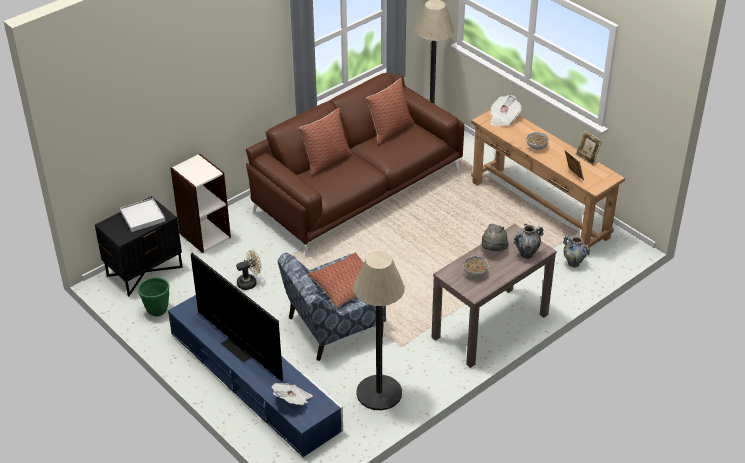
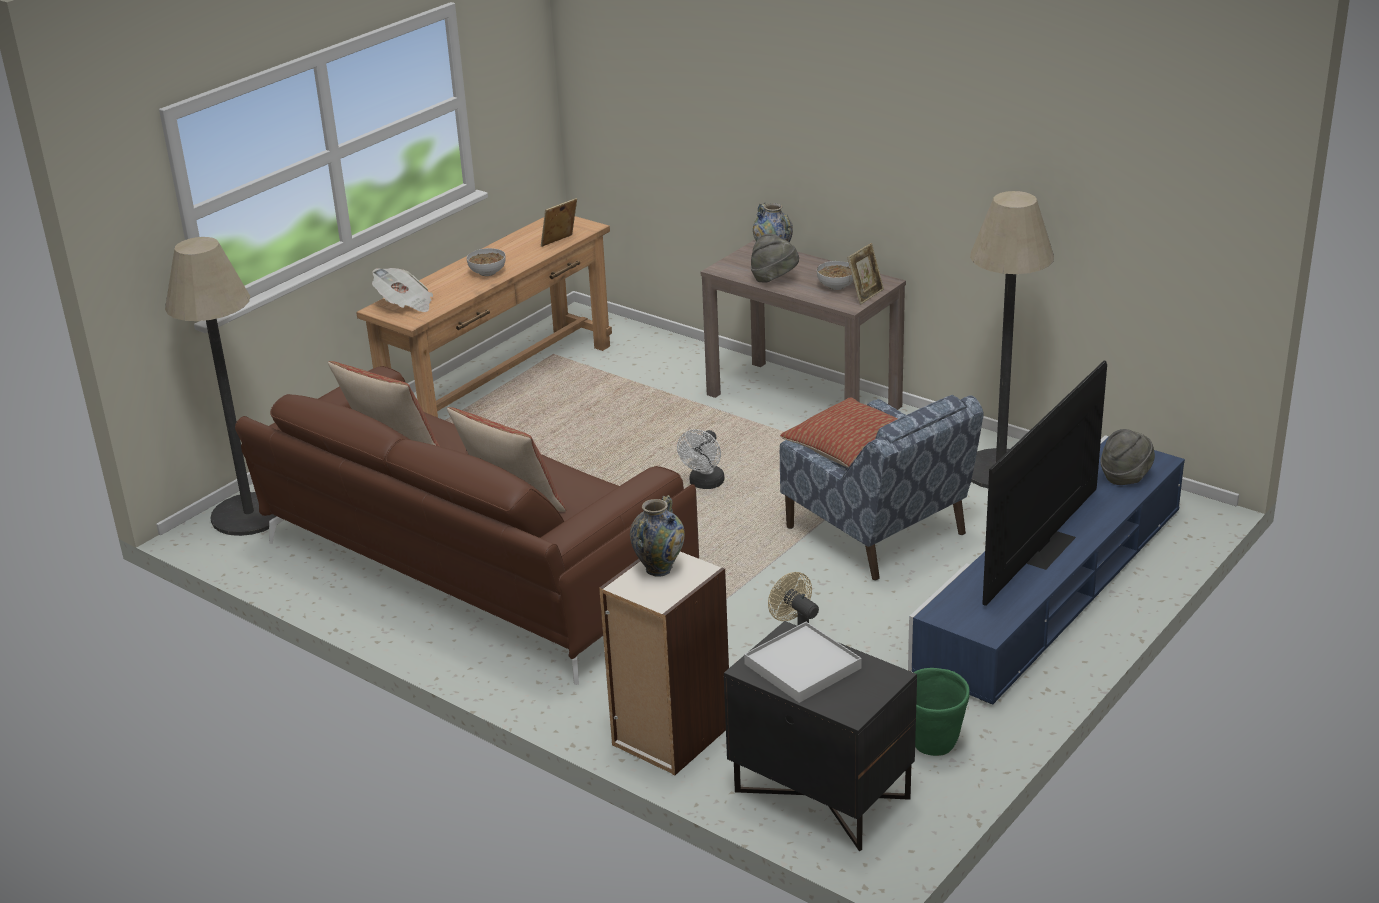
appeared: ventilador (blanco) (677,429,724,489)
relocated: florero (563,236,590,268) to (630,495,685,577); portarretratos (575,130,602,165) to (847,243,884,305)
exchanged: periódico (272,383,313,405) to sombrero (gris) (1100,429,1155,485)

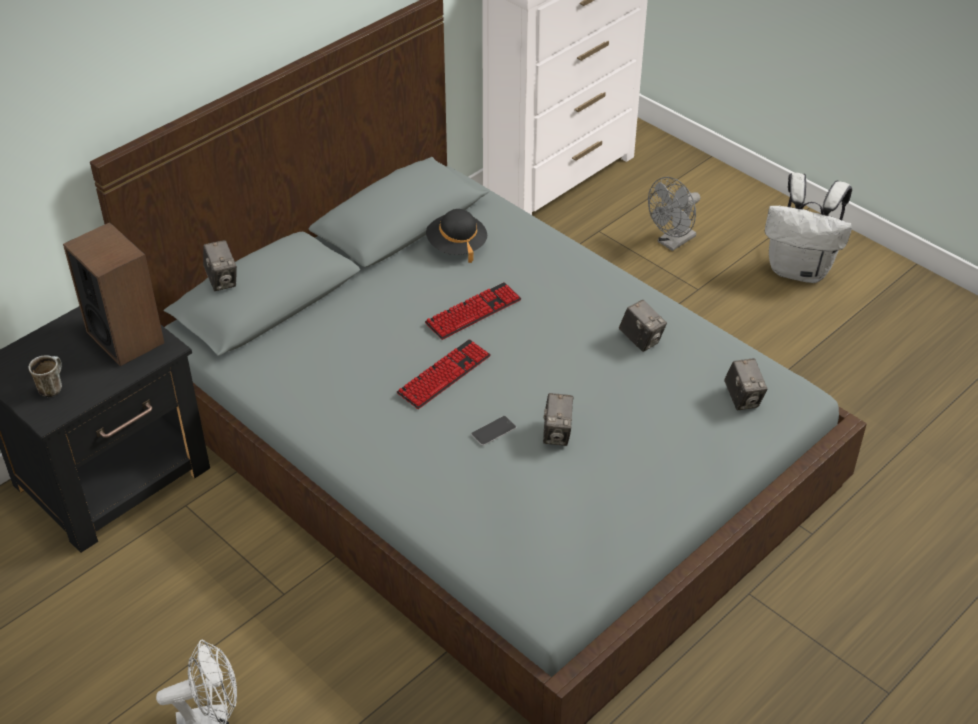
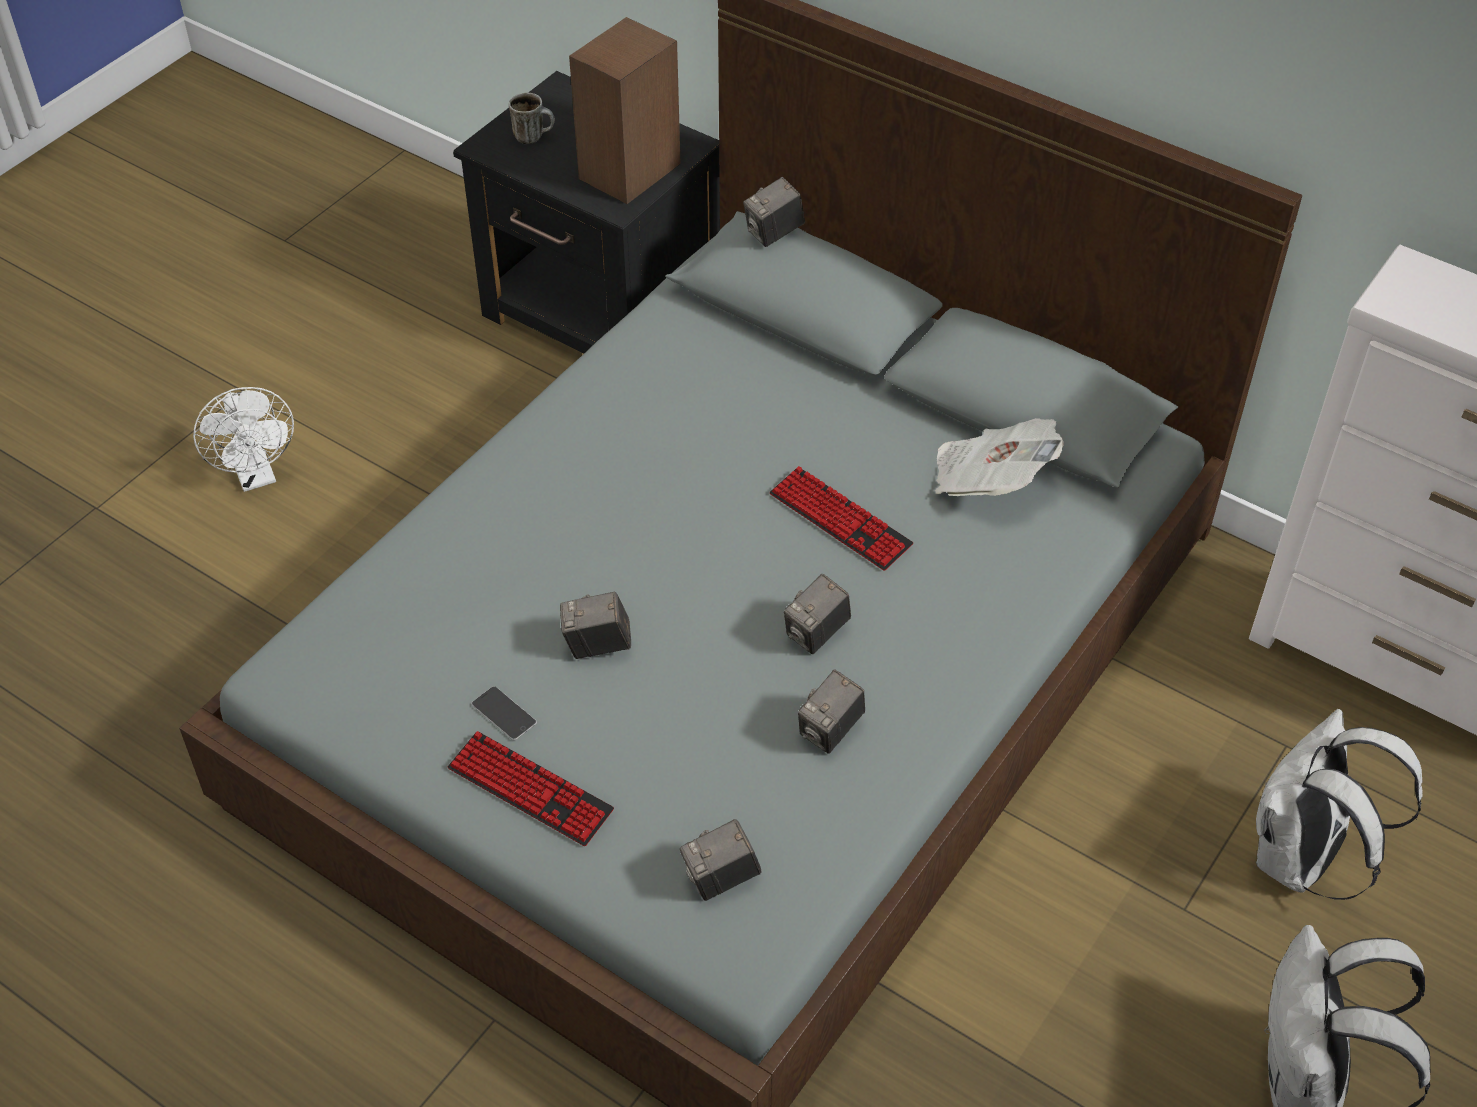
appeared: cámara (784,574,851,654)
relocated: teclado (397,339,491,409) to (448,731,614,846); móvil (471,416,517,446) to (471,686,537,740)
exchanged: sombrero (negro) (426,209,487,263) to periódico (935,418,1064,496); ventilador (gris) (648,177,700,251) to mochila (blanco) (1256,709,1423,900)

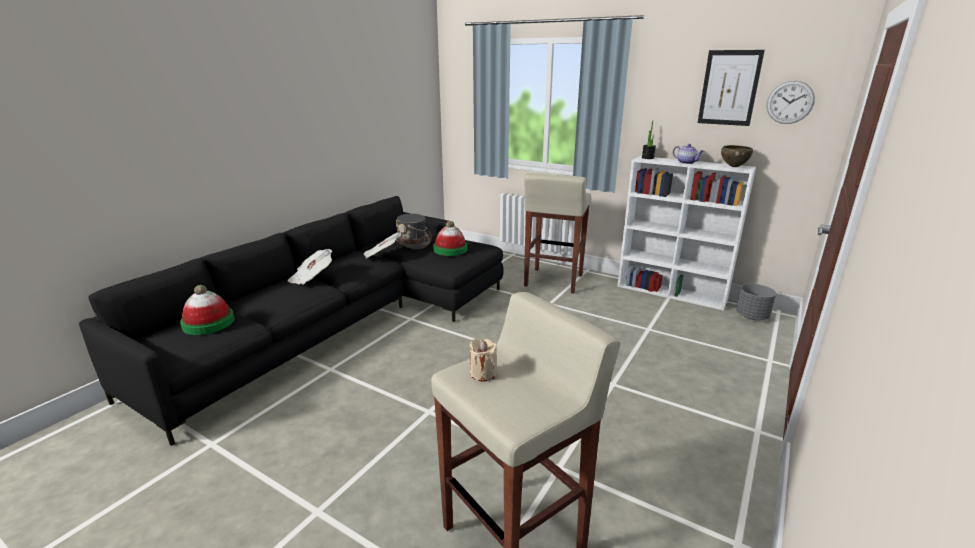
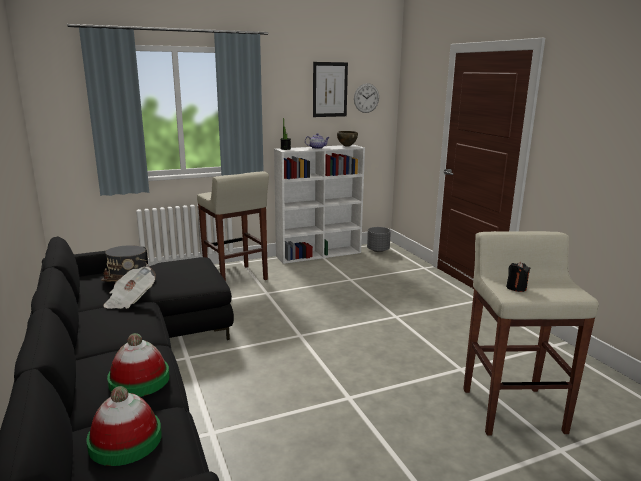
missing: periódico (288,249,332,285)
relocated: sombrero (433,221,467,256) to (107,333,170,397)
colour: vela (beis) (470,338,497,382) to vela (negro) (506,262,530,292)

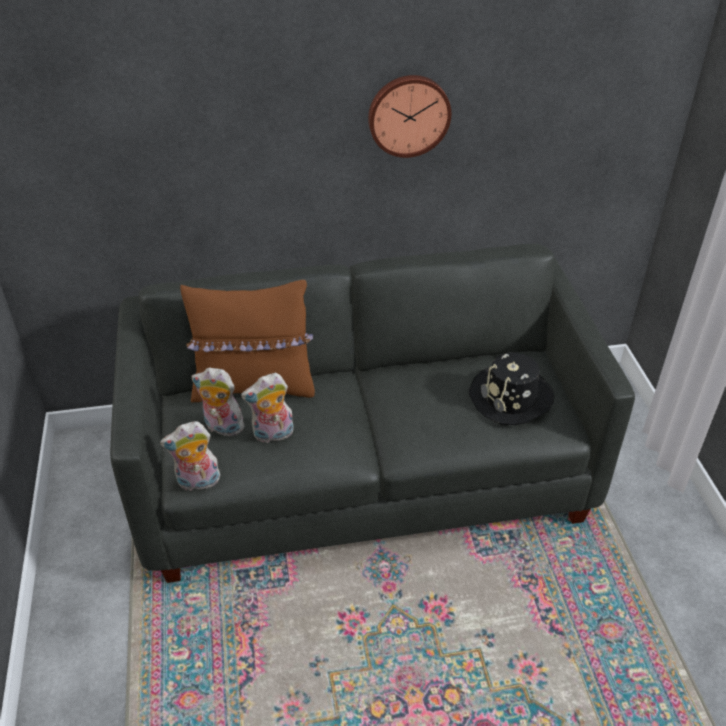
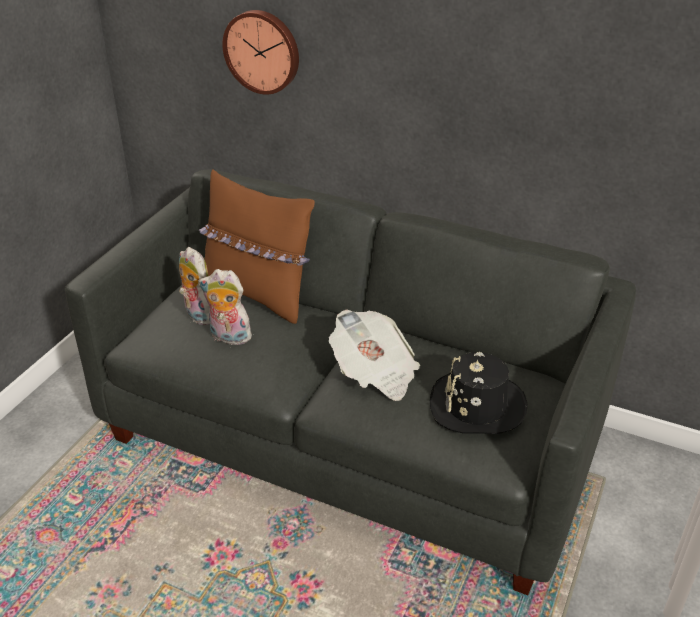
missing: peluche (160,421,221,491)
appeared: periódico (329,310,420,401)
relocated: reloj de pared (368,75,451,158) to (222,10,299,95)

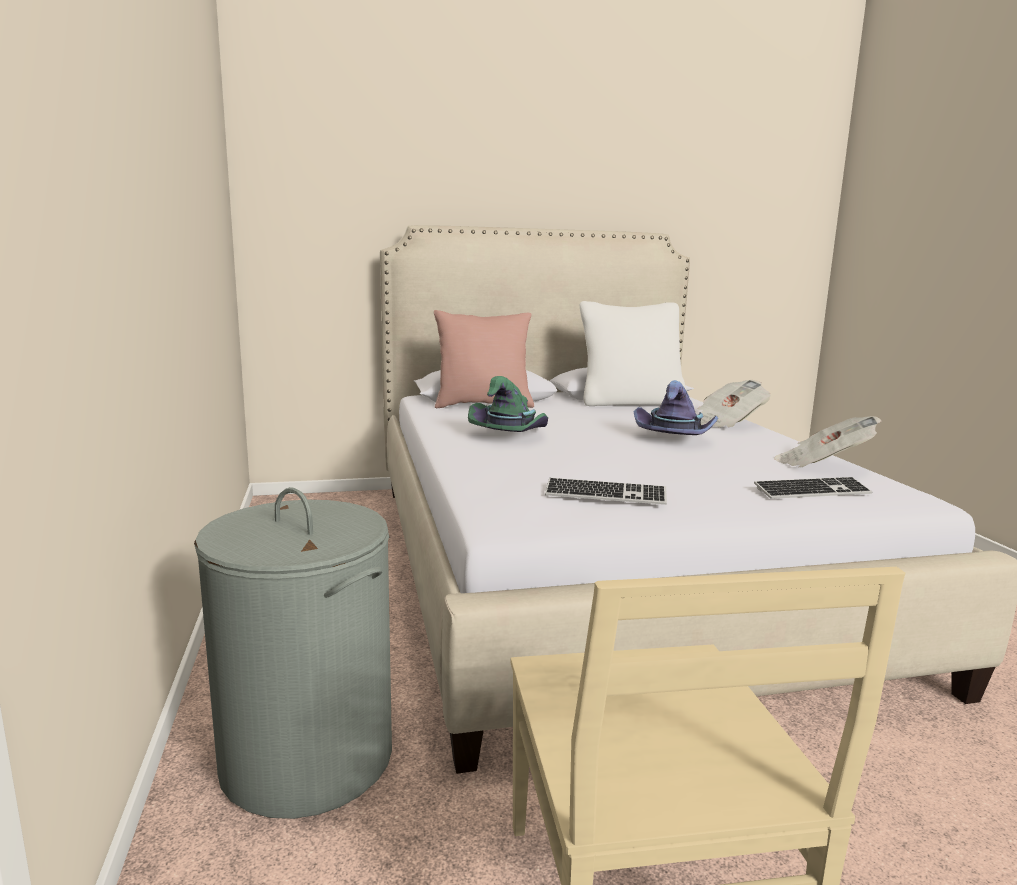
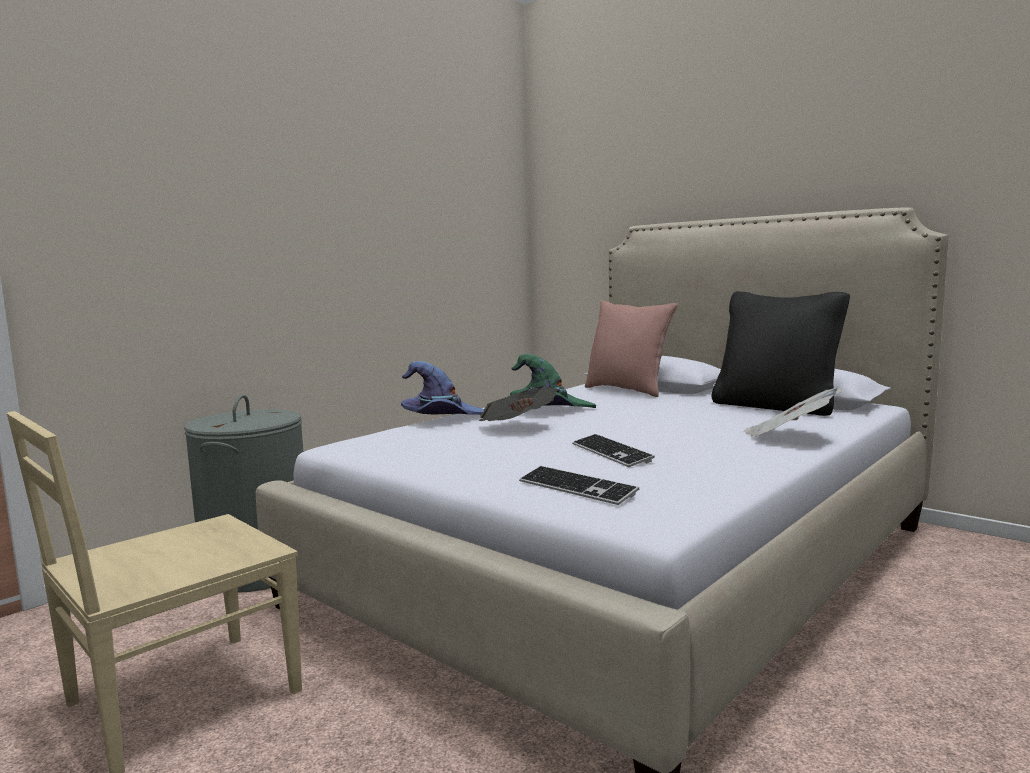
relocated: sombrero (morado) (634,380,718,435) to (401,361,484,415); periódico (774,416,882,467) to (479,386,558,421); teclado (545,478,667,505) to (572,434,655,467)
colour: cojín (blanco) (580,301,686,406) to cojín (negro) (712,291,850,416)

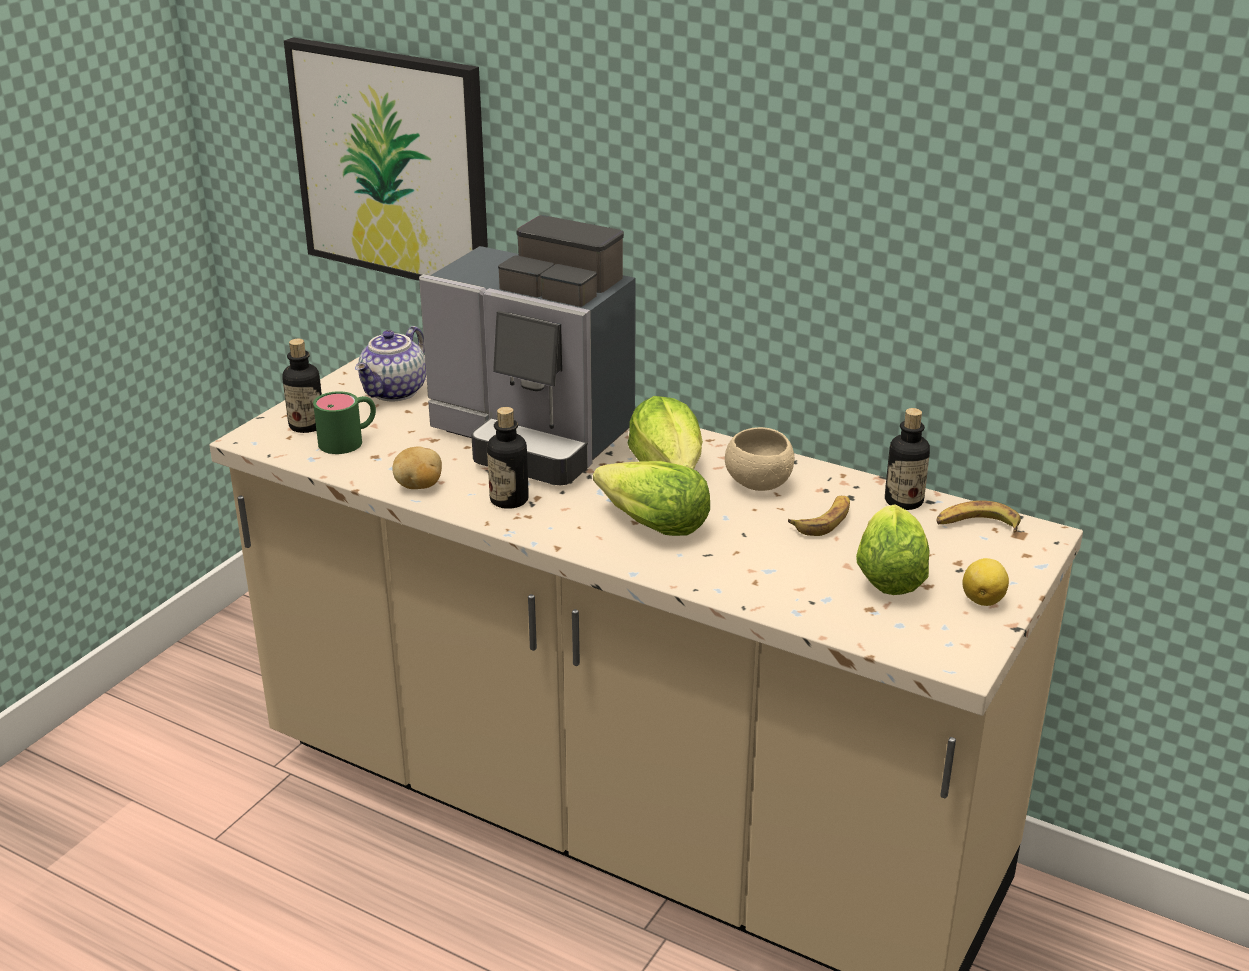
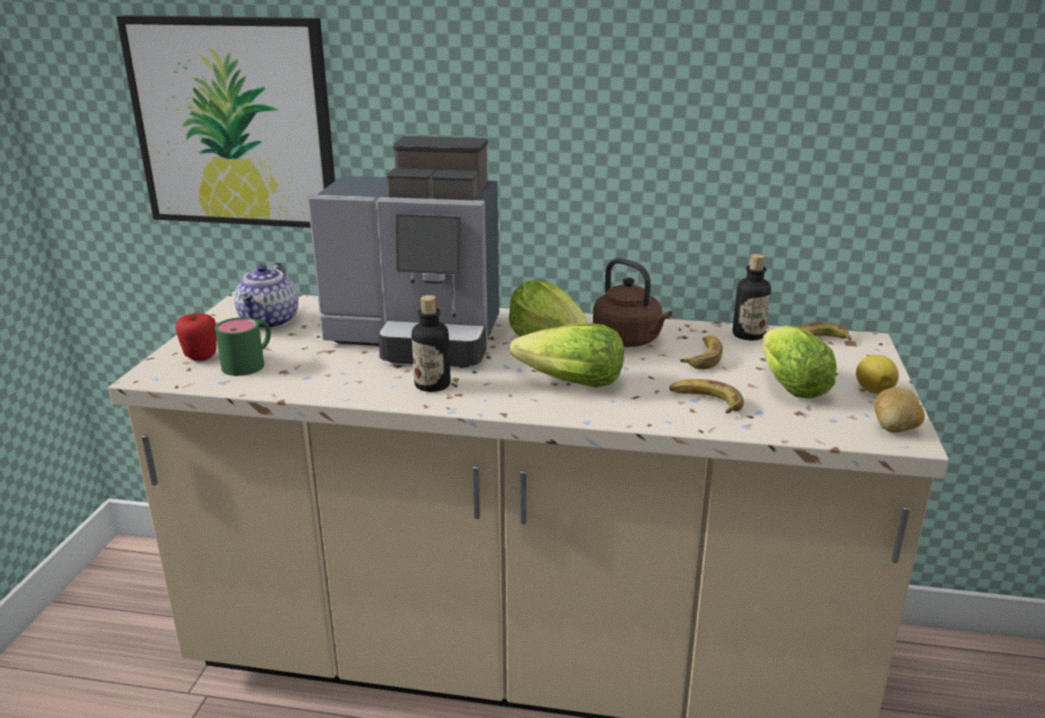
appeared: plátano (669,379,744,413)
relocated: patata (392,447,442,489) to (874,387,925,433)
exchanged: botella (282,339,322,433) to manzana (176,313,217,361); cuenco (beis) (725,427,795,491) to hervidor (marrón) (593,258,672,347)

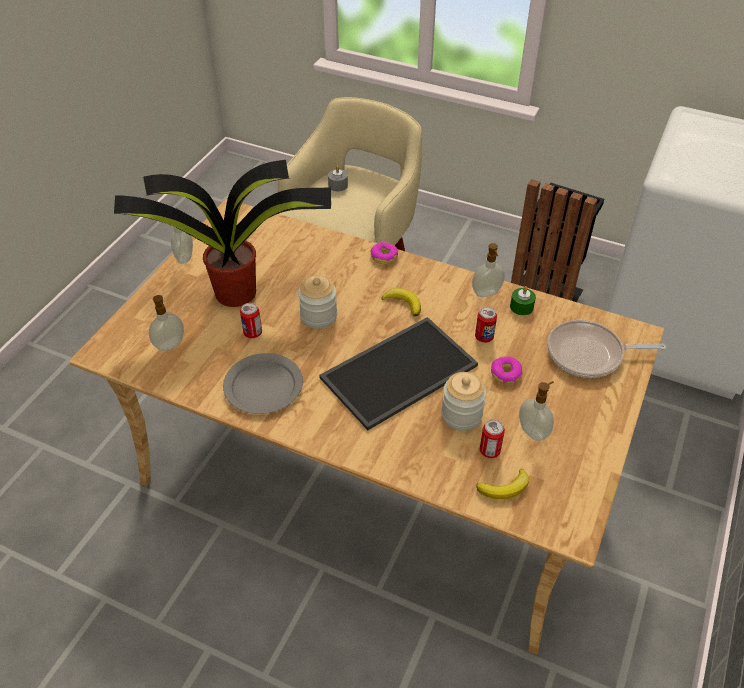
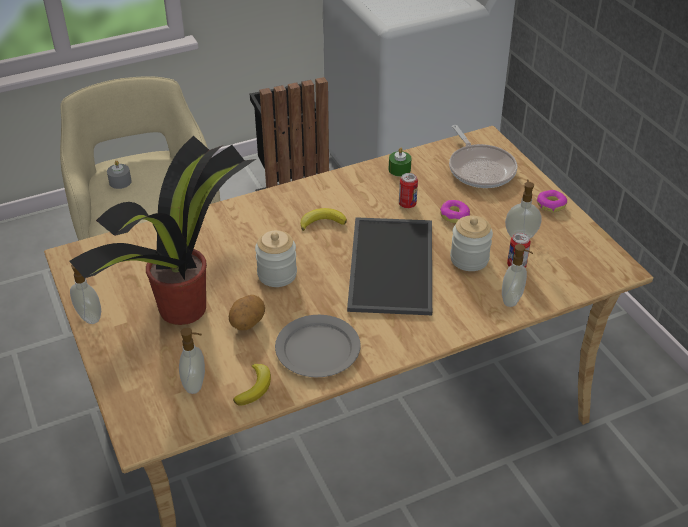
relocated: plátano (476,469,529,499) to (233,364,271,405); dispensador de jabón (472,243,505,297) to (502,244,533,307); rosquilla (370,242,398,264) to (537,190,567,212)
exchanged: lata (240,303,262,338) to patata (229,295,265,330)
spun: sartén (547,320,666,378) = (449,125,517,188) 60 degrees counterclockwise

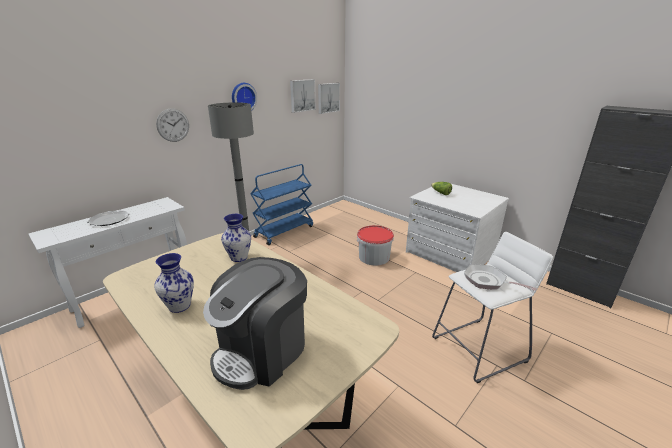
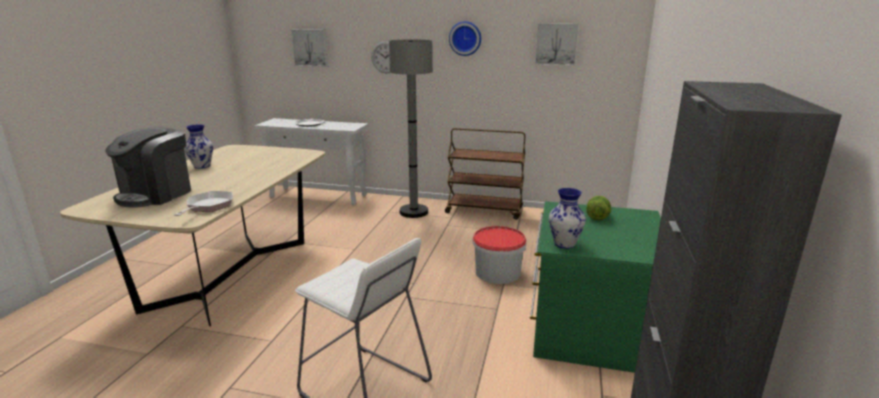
relocated: sartén (464,264,537,291) to (174,191,233,216); cuadro (318,83,340,114) to (291,29,328,67); florero (221,214,251,262) to (549,188,586,249)
colour: carrito (azul) (250,164,313,245) to carrito (marrón) (445,128,525,220); cómoda (blanco) (406,184,509,272) to cómoda (verde) (530,201,661,373)
spun: cafetera (203,257,307,390) = (105,128,191,208) 75 degrees counterclockwise

